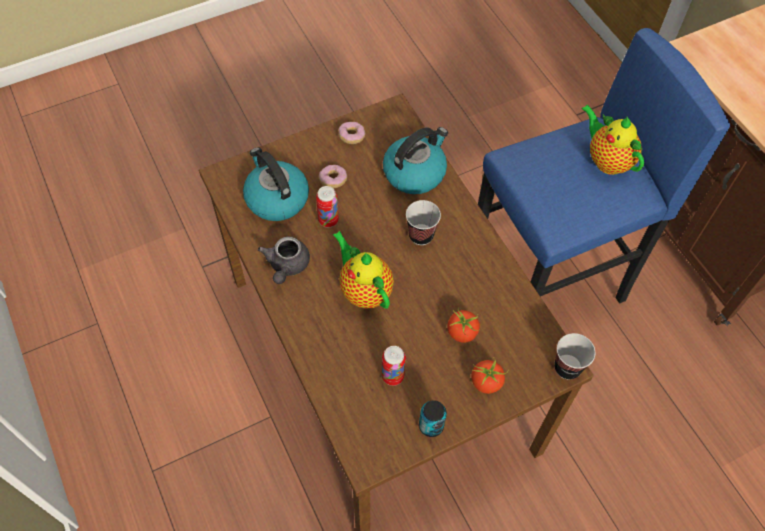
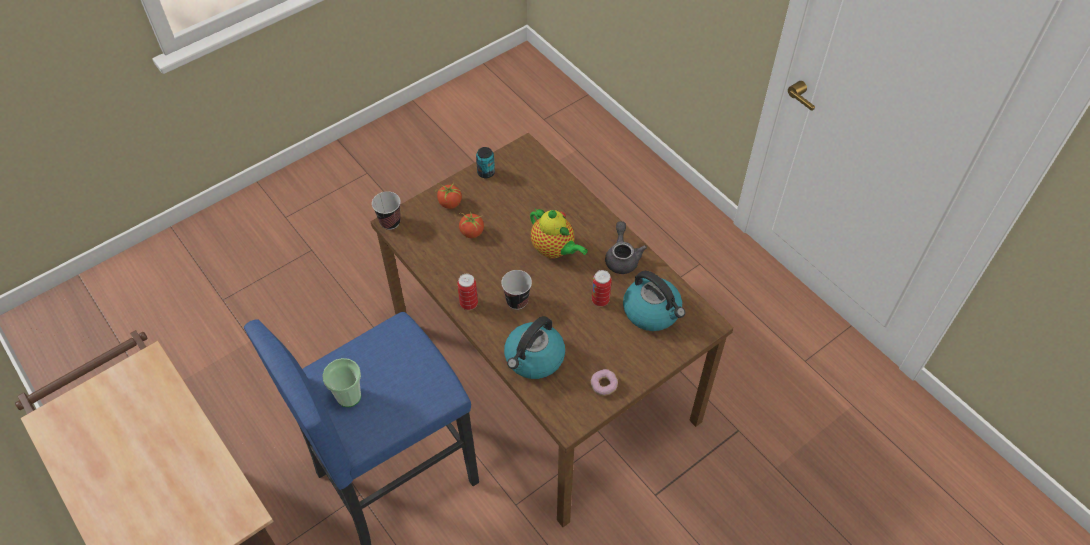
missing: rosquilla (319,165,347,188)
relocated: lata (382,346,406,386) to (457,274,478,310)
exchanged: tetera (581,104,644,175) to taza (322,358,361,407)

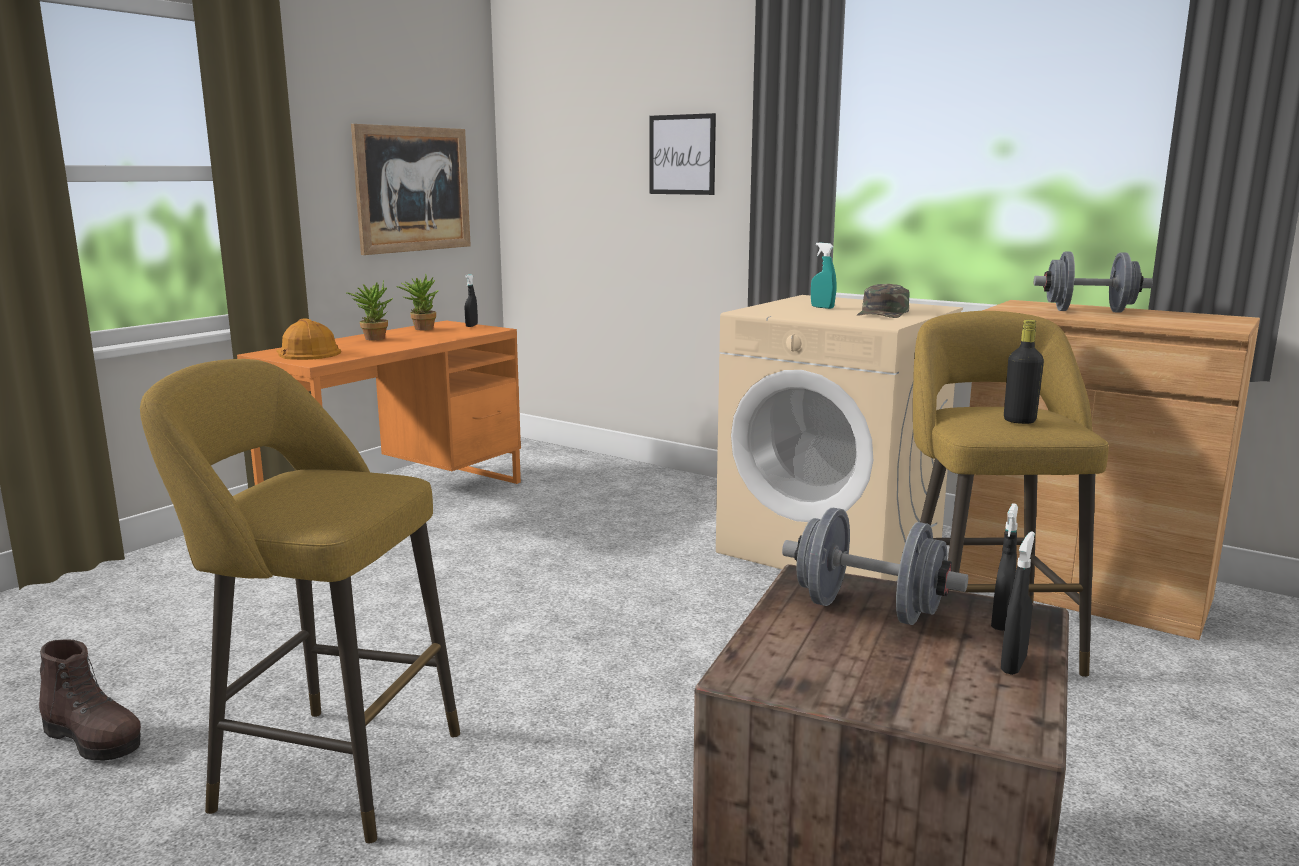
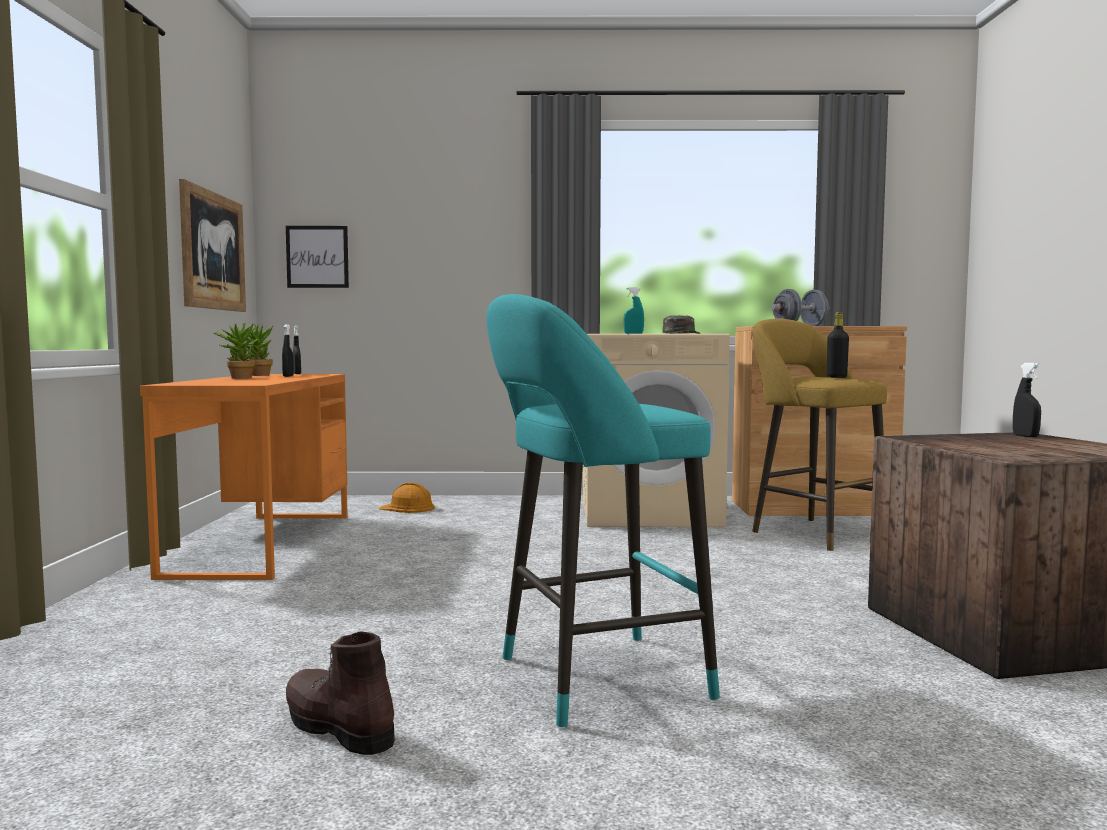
missing: mancuerna (gris) (782,508,968,625)
relocated: pulverizador (negro) (1001,531,1035,675) to (282,324,294,377); cuadro (650,113,716,195) to (286,226,349,288); casco (naranja) (276,318,341,360) to (379,483,435,513)
colour: taburete (amarillo) (140,359,460,843) to taburete (turquesa) (486,294,720,727)
spun: bota (marrón) (39,639,141,760) = (286,631,395,755) 135 degrees counterclockwise

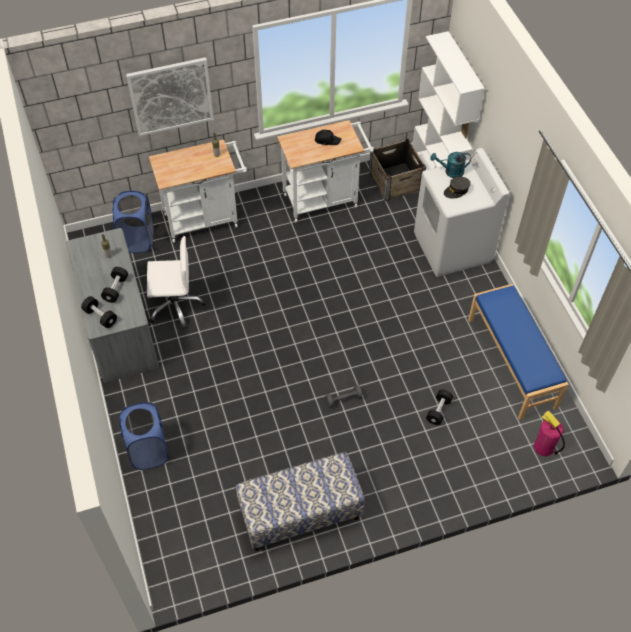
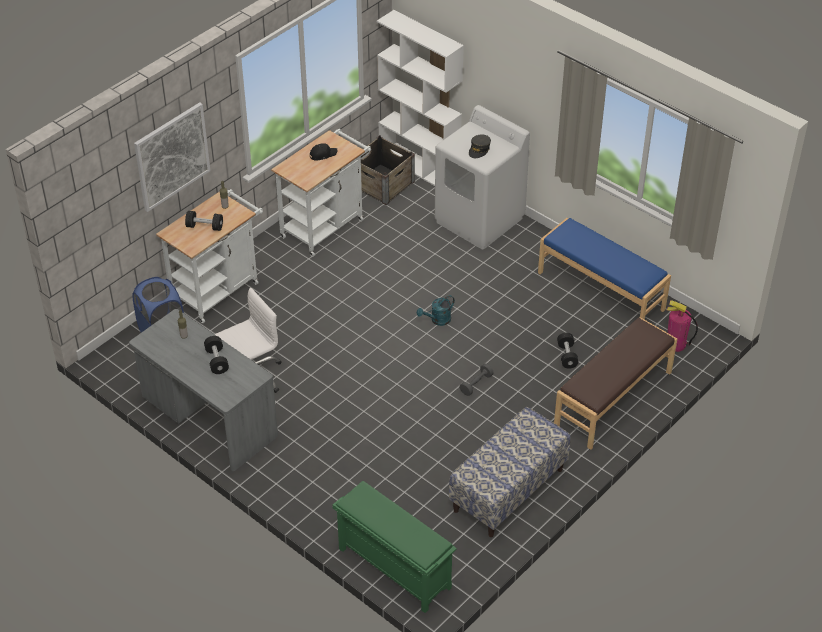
missing: cesto de la ropa (azul) (119,402,169,470)
appeared: zapatero (verde) (332,481,457,613); banco (marrón) (554,317,677,450)
relocated: mancuerna (negro) (81,296,117,328) to (185,211,223,231); regadera (turquesa) (430,152,471,178) to (417,295,455,326)

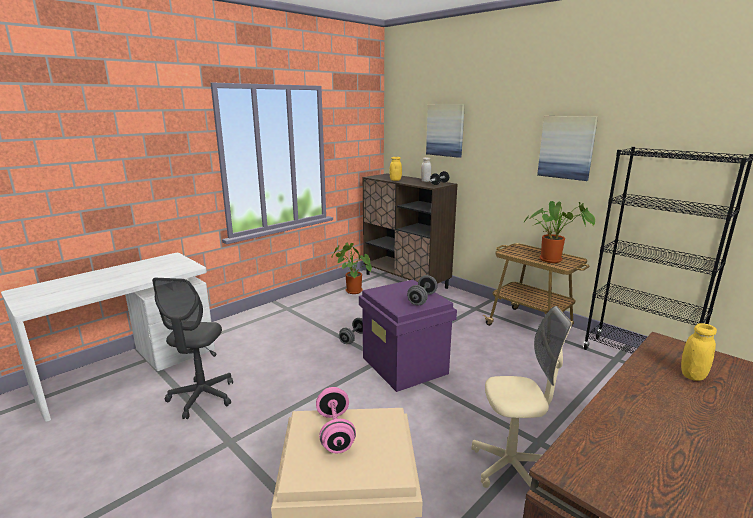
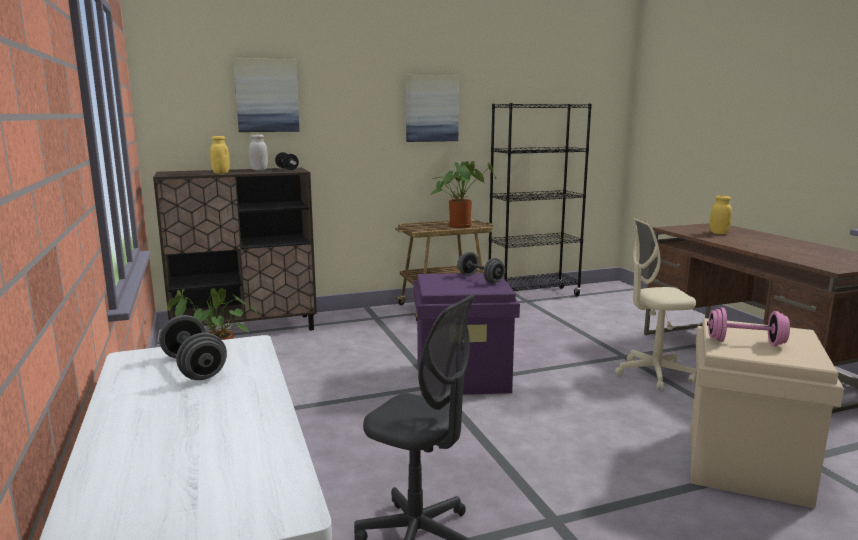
relocated: mancuerna (gris) (339,318,363,344) to (159,315,227,380)
spun: silla de oficina (beis) (471,306,572,488) = (615,217,697,390) 120 degrees counterclockwise

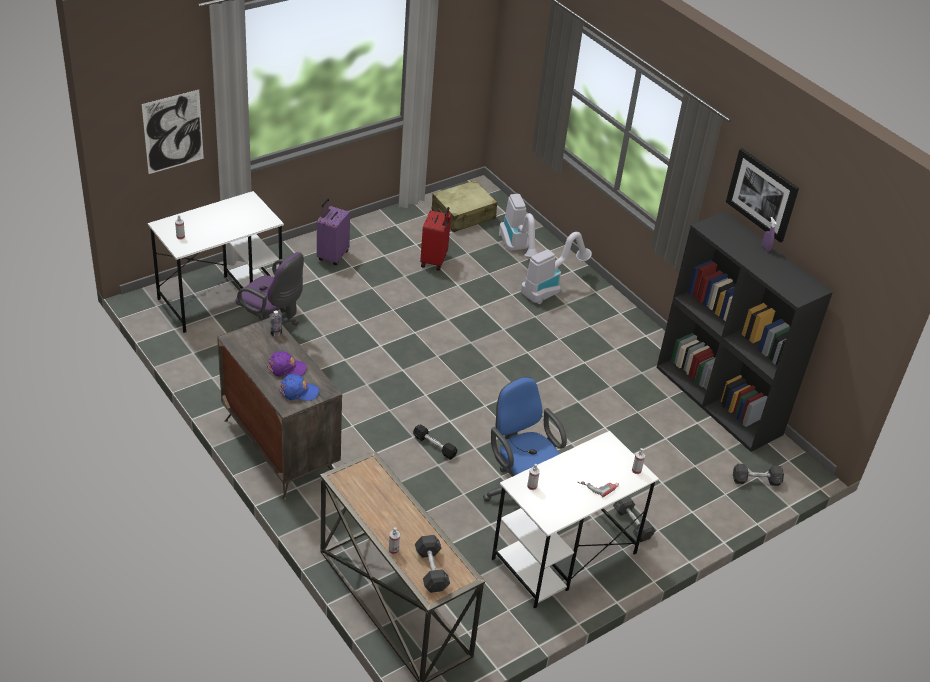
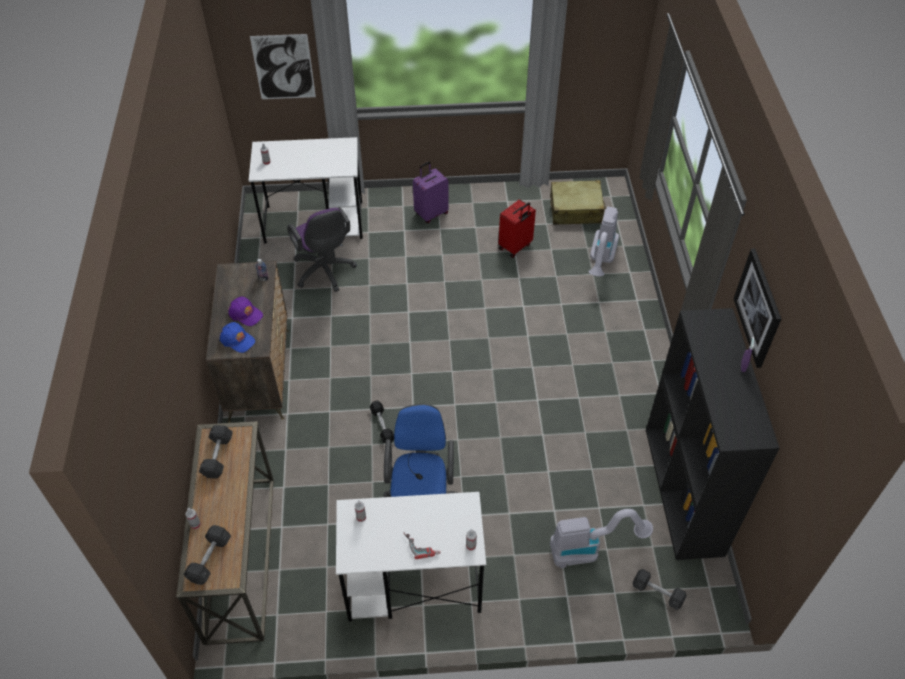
relocated: mancuerna (gris) (613,496,655,542) to (199,425,233,478); aspiradora (521,232,592,304) to (550,509,653,568)

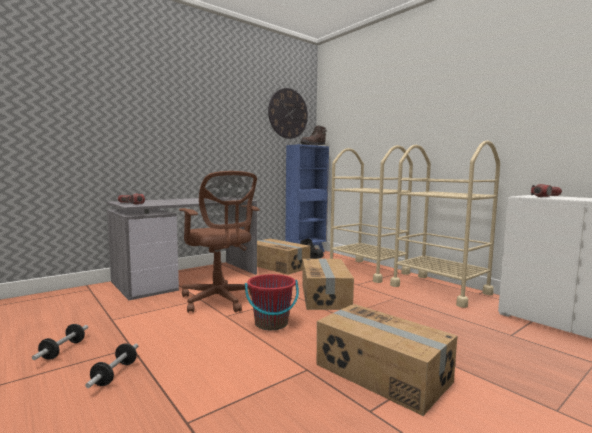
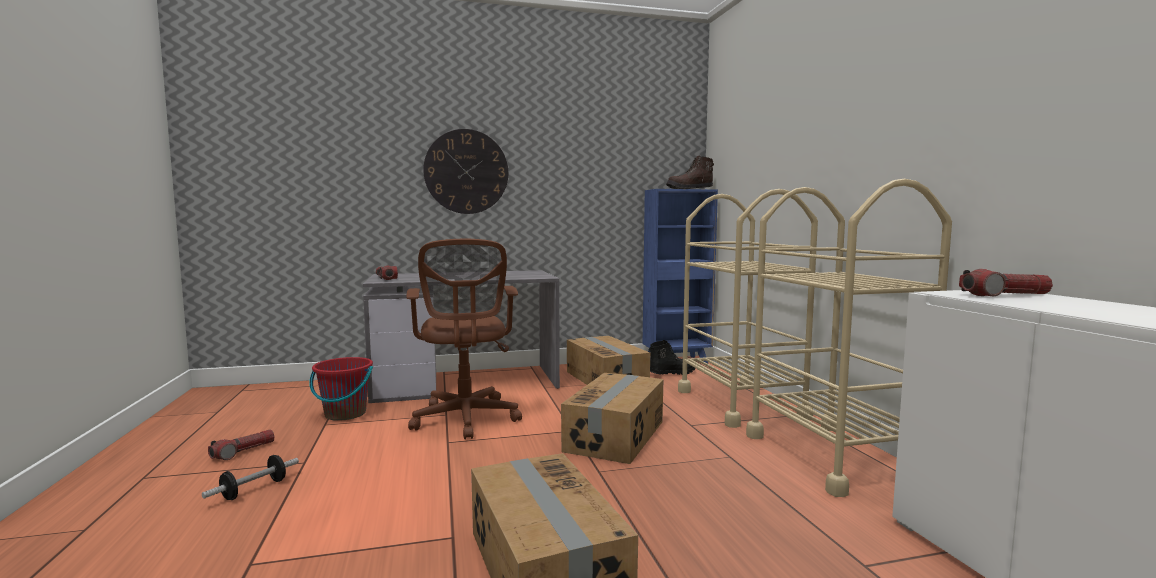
relocated: cubo (rojo) (245,274,299,330) to (309,357,373,421); reloj de pared (268,88,308,139) to (423,129,508,214)
exchanged: mancuerna (32,324,88,360) to linterna (208,430,275,460)

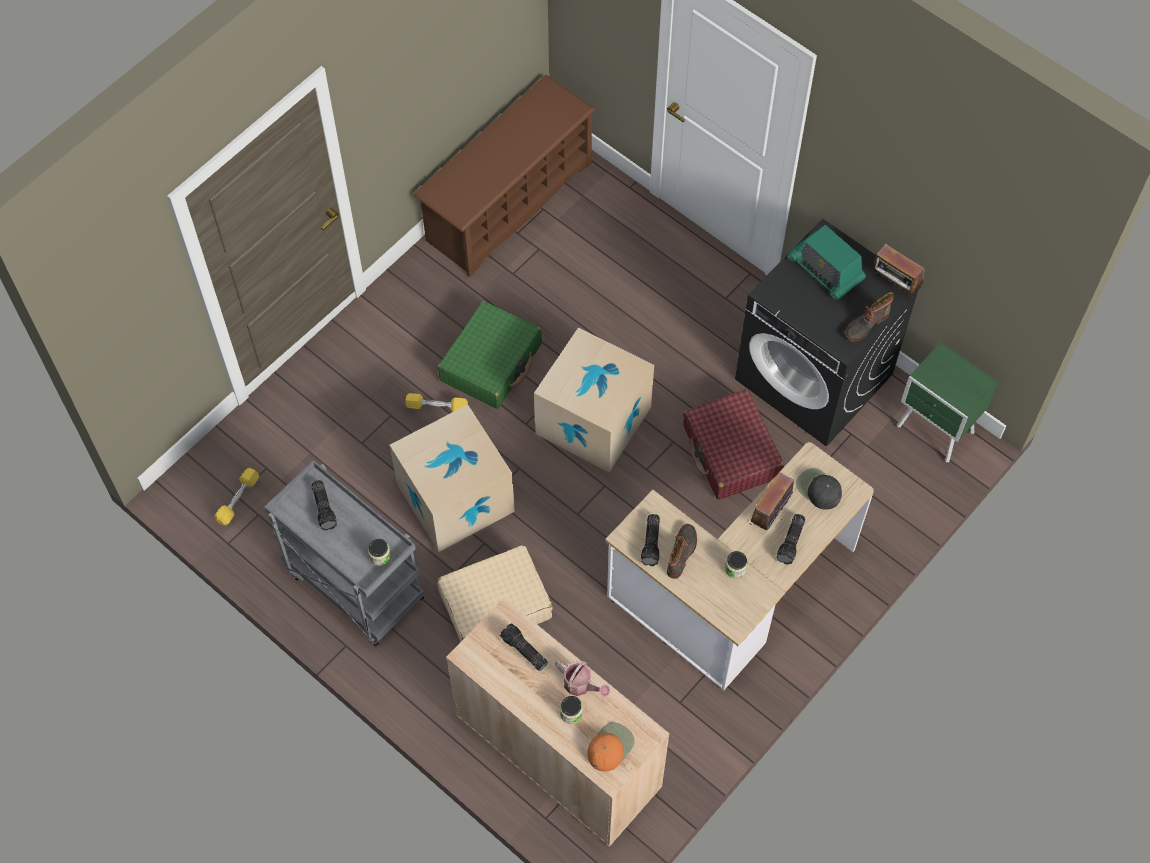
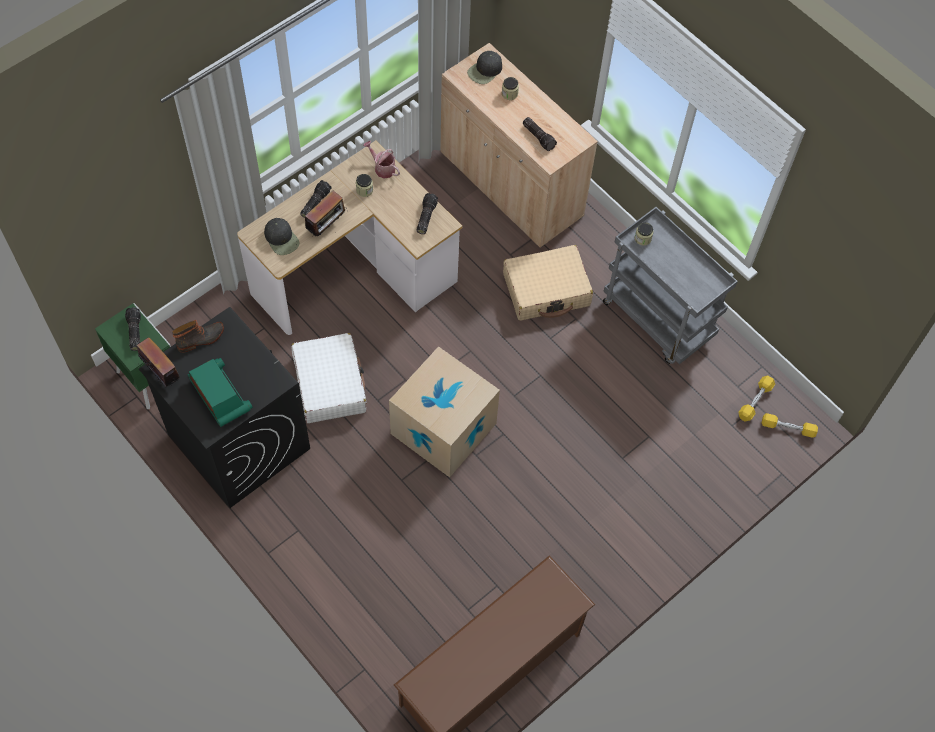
missing: caja de cartón (390,405,515,552); maleta (verde) (438,301,542,409); bota (667,524,697,579)
relocated: linterna (312,480,337,531) to (125,307,141,351); regadera (555,661,610,697) to (363,141,400,178); mancuerna (amarillo) (406,393,468,412) to (762,413,818,438)
colour: maleta (rojo) (683,389,784,500) to maleta (blanco) (291,333,366,423); gorra (naranja) (587,722,635,771) to gorra (negro) (467,51,502,84)

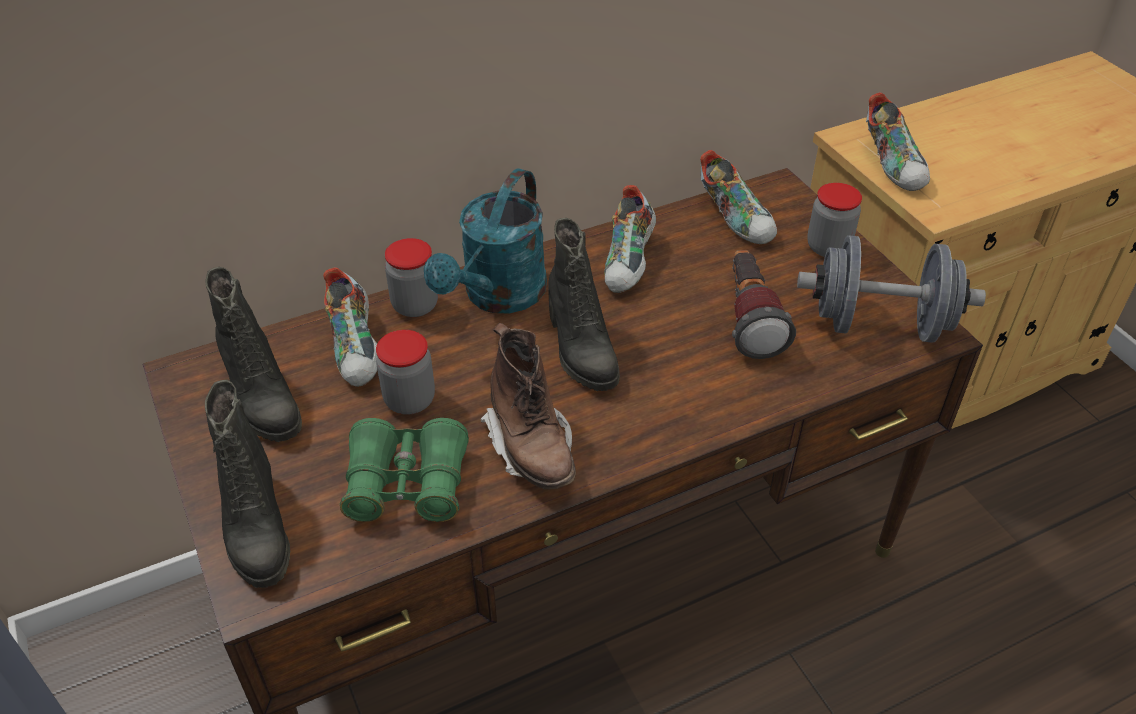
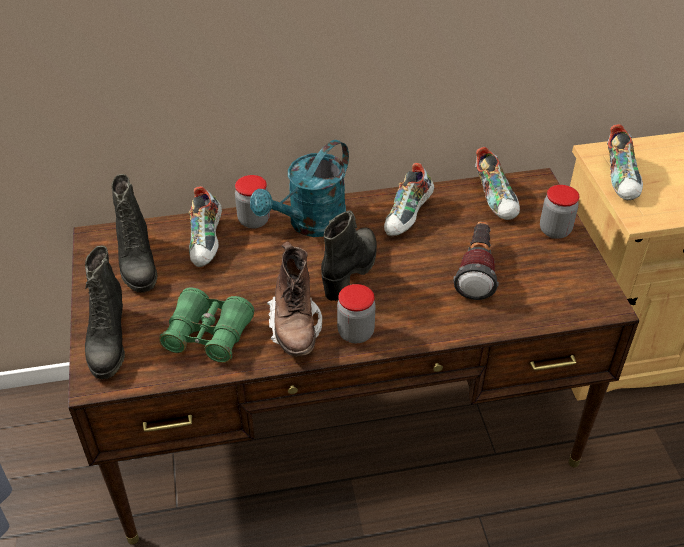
missing: mancuerna (gris) (797,235,986,343)
relocated: tarro (376,330,435,415) to (337,284,376,344)
spun: bota (negro) (548,218,620,391) = (321,211,377,301) 150 degrees counterclockwise

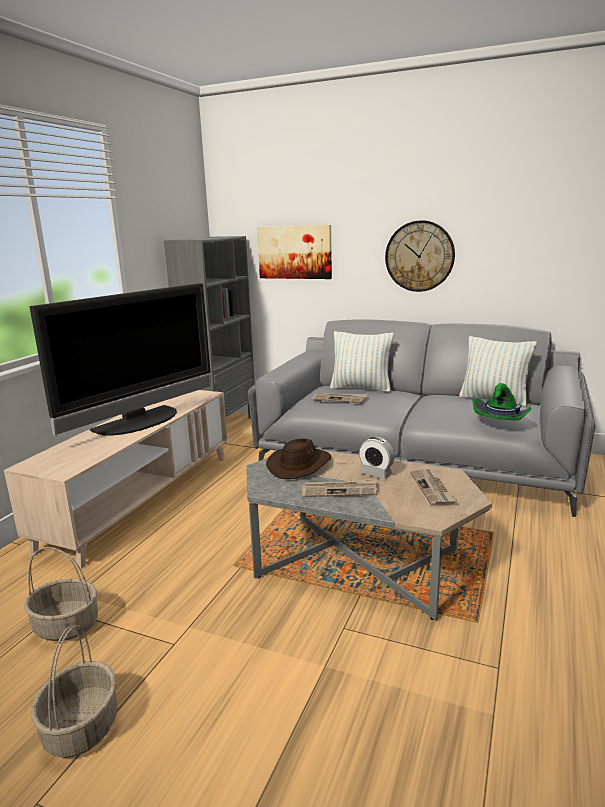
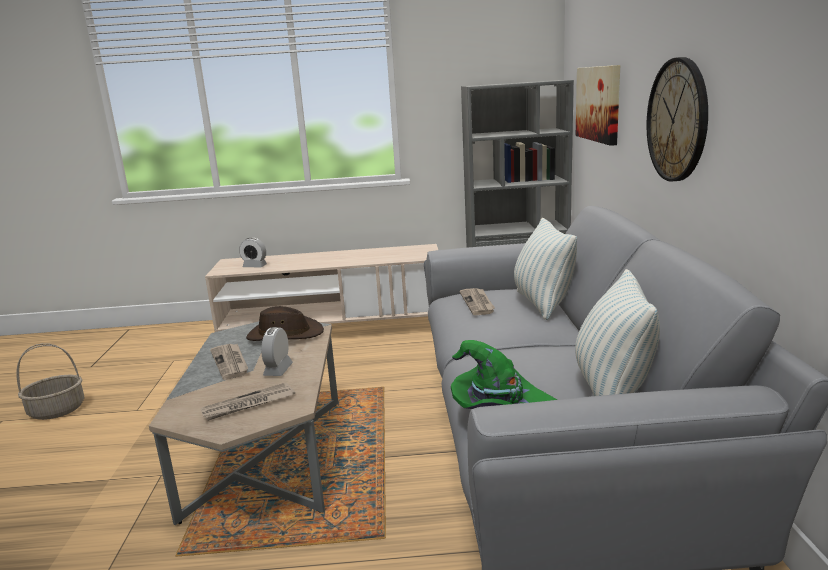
missing: cesta (24,547,98,641); televisor (29,283,211,436)
appeared: despertador (239,237,267,267)

